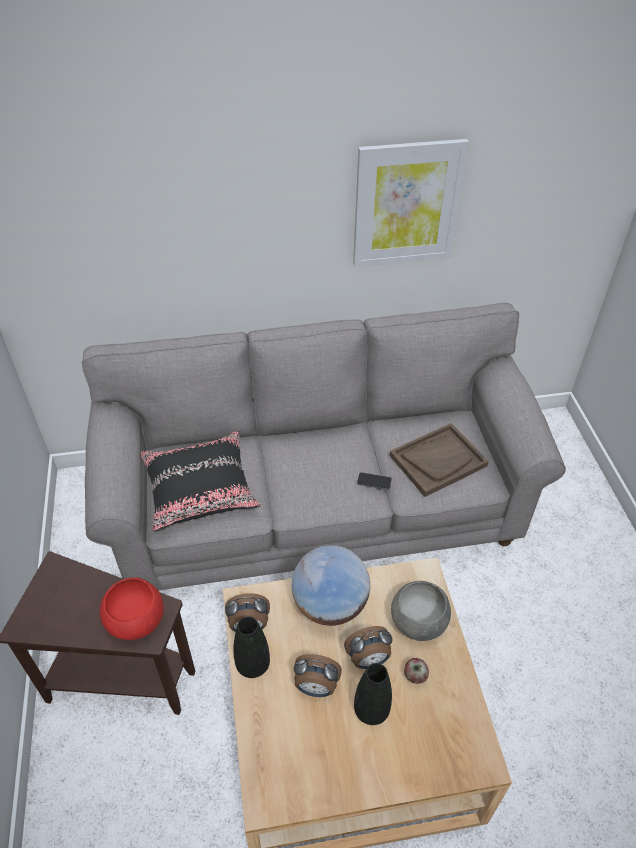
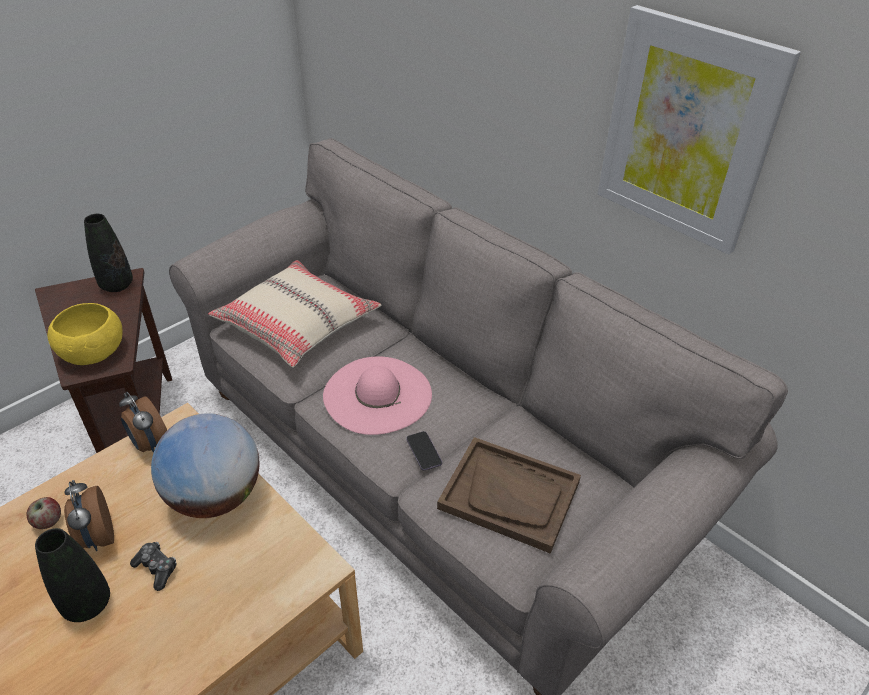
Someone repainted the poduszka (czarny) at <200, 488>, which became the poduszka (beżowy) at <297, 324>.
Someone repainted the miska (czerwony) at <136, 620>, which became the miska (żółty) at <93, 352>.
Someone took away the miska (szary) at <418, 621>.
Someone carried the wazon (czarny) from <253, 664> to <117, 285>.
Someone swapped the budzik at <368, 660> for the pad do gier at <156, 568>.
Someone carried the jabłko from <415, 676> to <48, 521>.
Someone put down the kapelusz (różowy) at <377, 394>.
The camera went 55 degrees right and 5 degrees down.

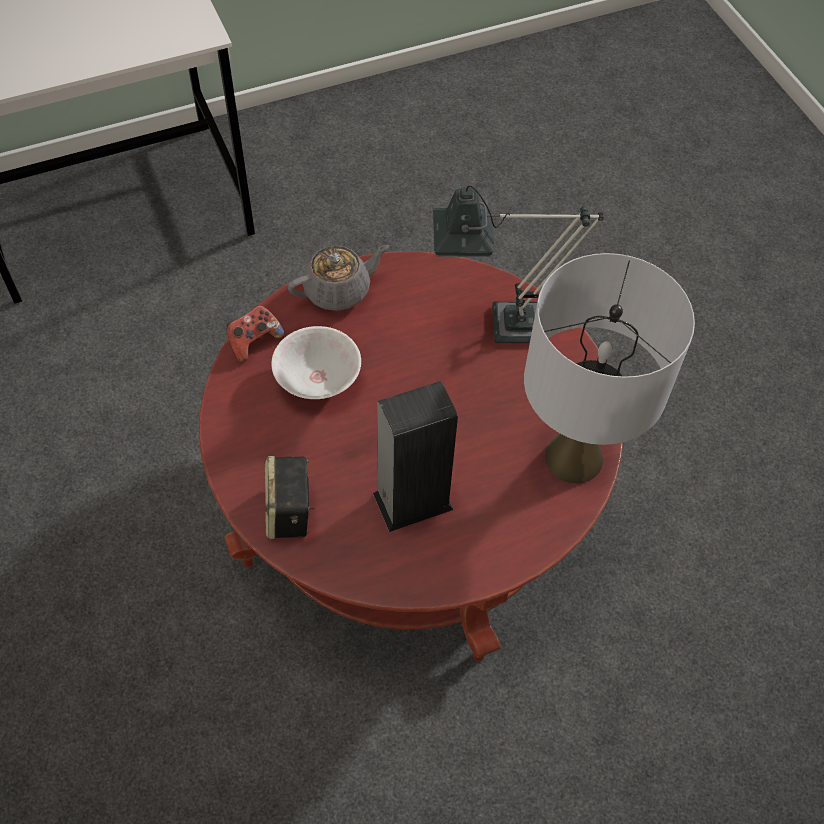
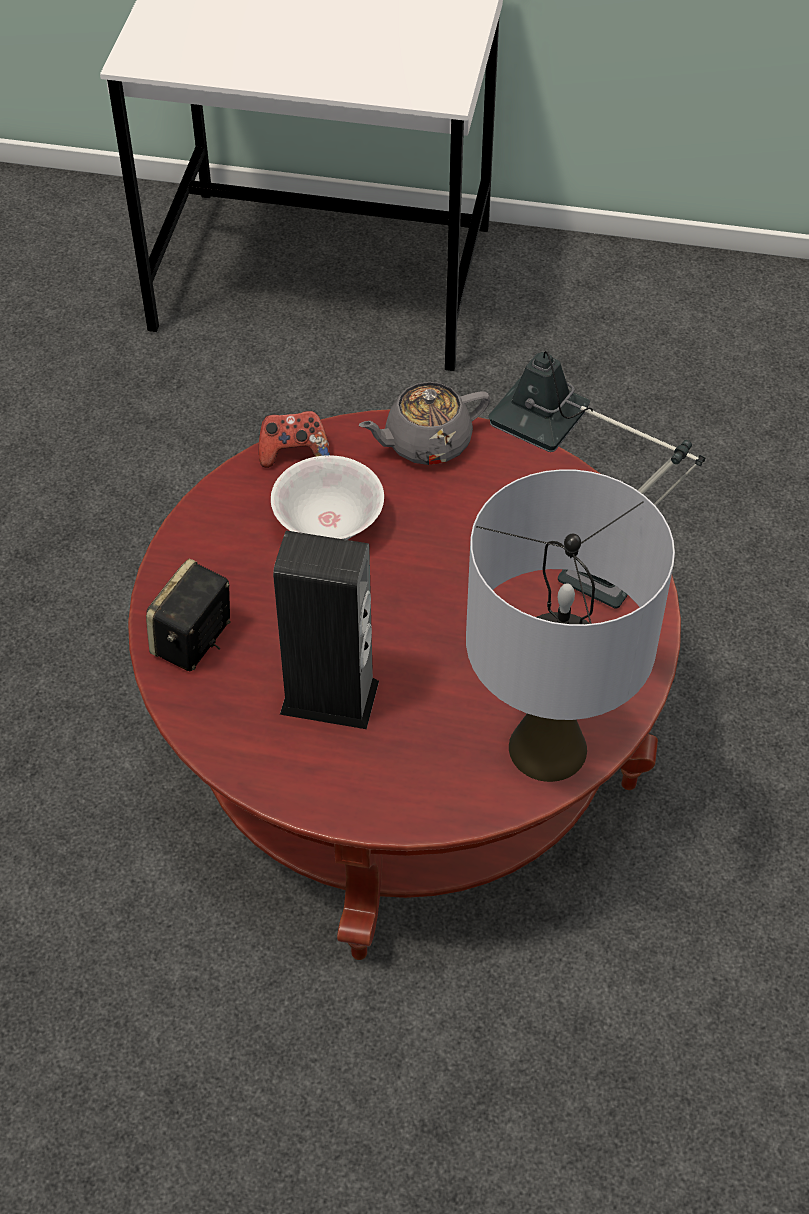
Someone rotated the imbryk (szary) at <339, 291> by 150 degrees clockwise.
The camera went 35 degrees right and 5 degrees down.

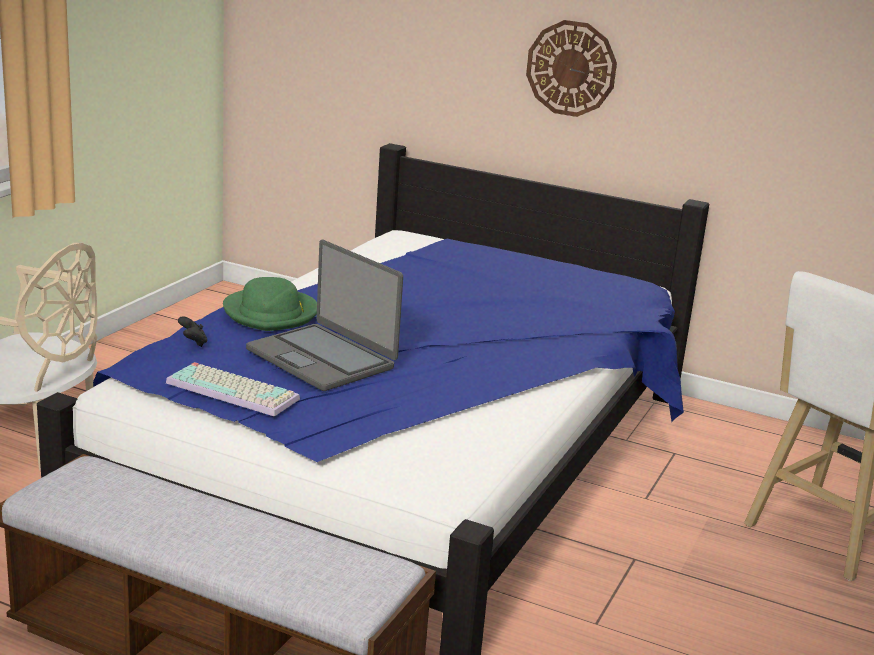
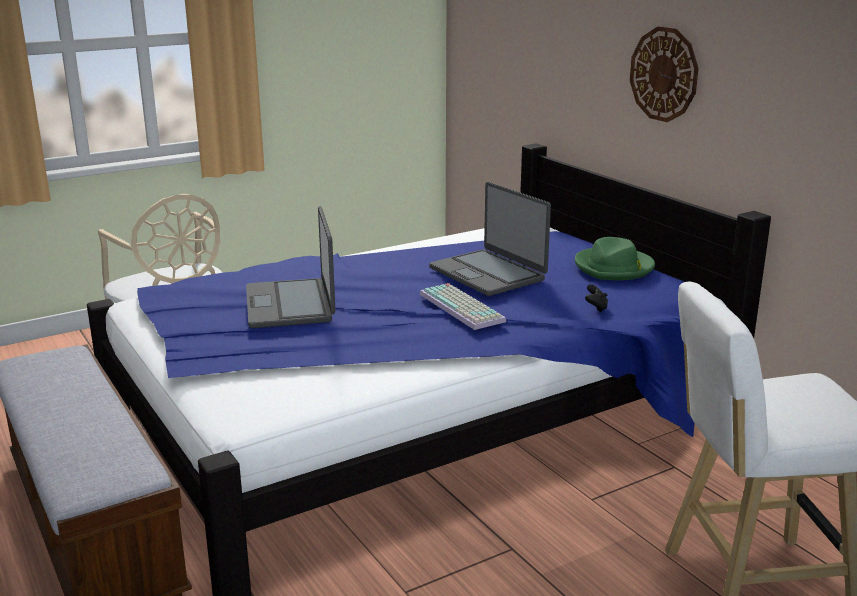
Someone carried the kapelusz (zielony) from <271, 313> to <614, 267>.
Someone carried the pad do gier (czarny) from <193, 343> to <596, 308>.
Someone carried the klawiatura from <235, 390> to <463, 307>.
Someone put down the laptop at <488, 274>.
The camera went 35 degrees right and 0 degrees up.

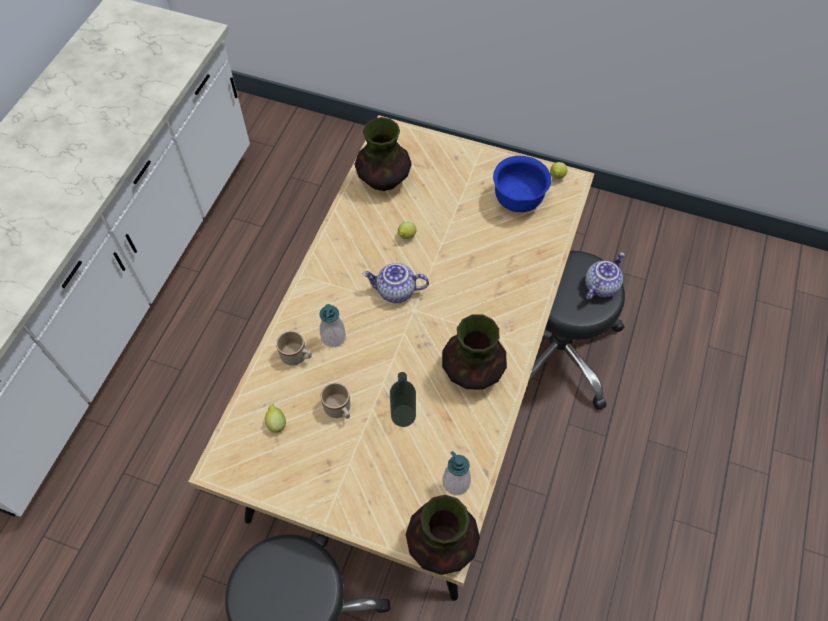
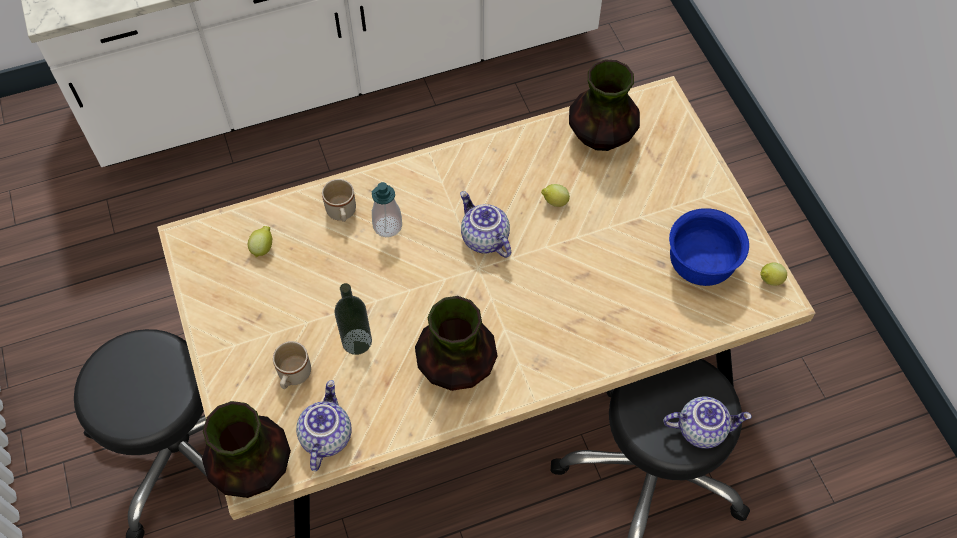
Someone carried the kubek (beżowy) from <339, 410> to <293, 376>.
Someone swapped the dozownik mydła at <456, 482> for the imbryk at <325, 436>.
The camera went 50 degrees right and 0 degrees up.

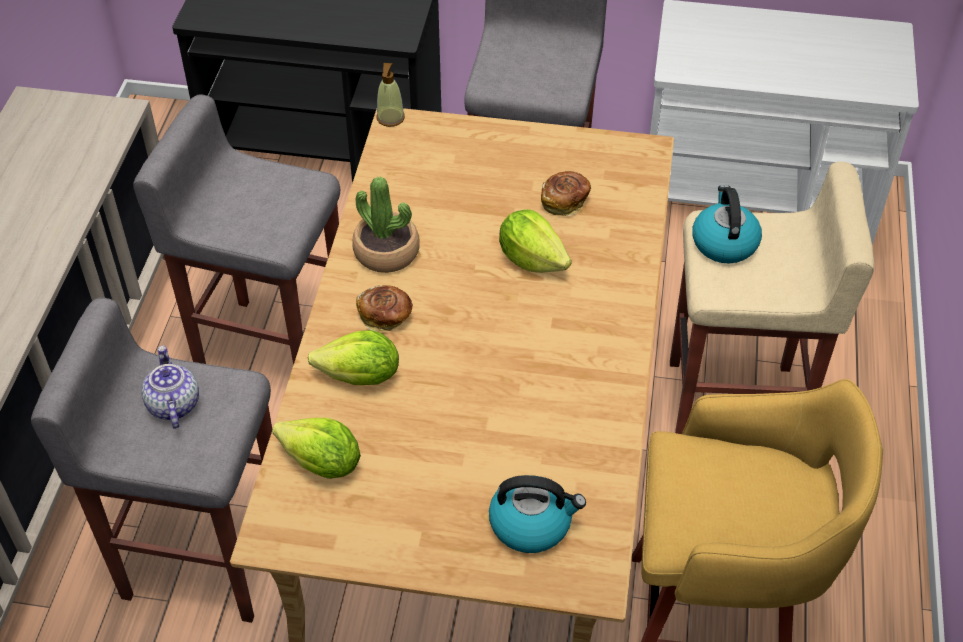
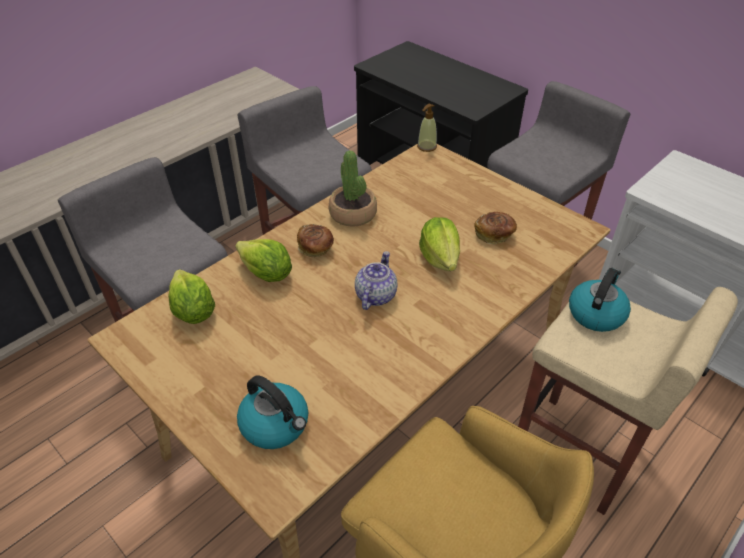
Someone carried the imbryk from <173, 404> to <375, 295>.
The camera went 35 degrees right and 5 degrees down.

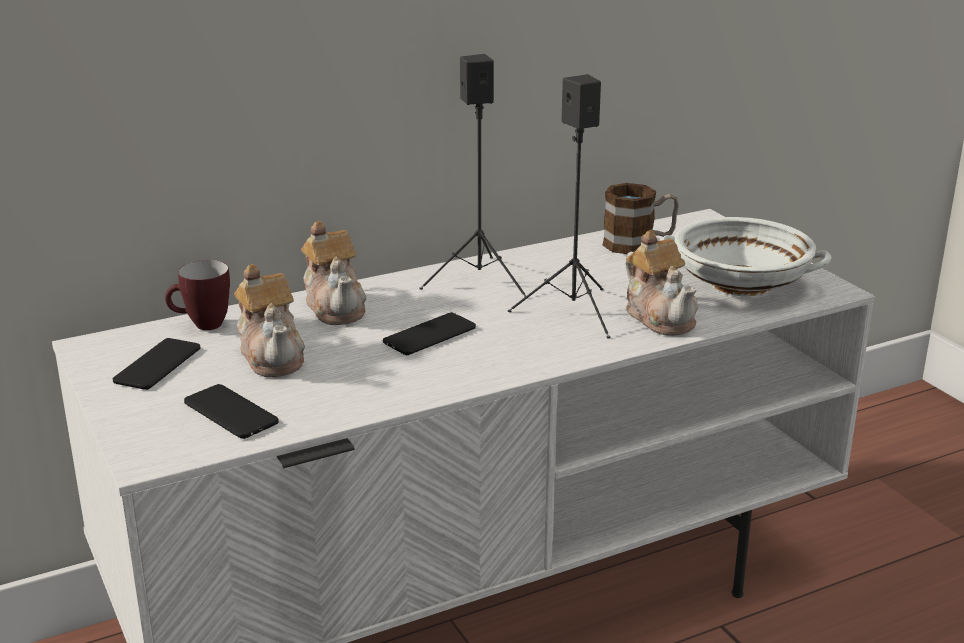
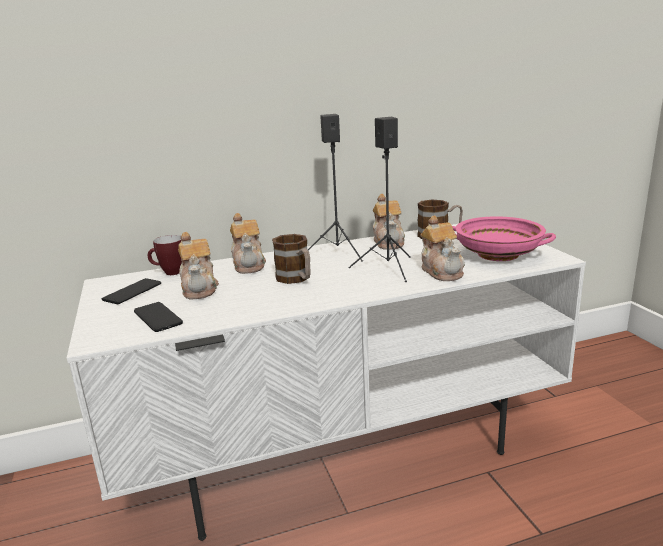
Someone repainted the miska (biały) at <739, 283>, which became the miska (różowy) at <497, 254>.
Someone swapped the telefon at <429, 335> for the kubek at <296, 279>.
Someone put down the imbryk at <389, 242>.
The camera went 10 degrees right and 5 degrees down.

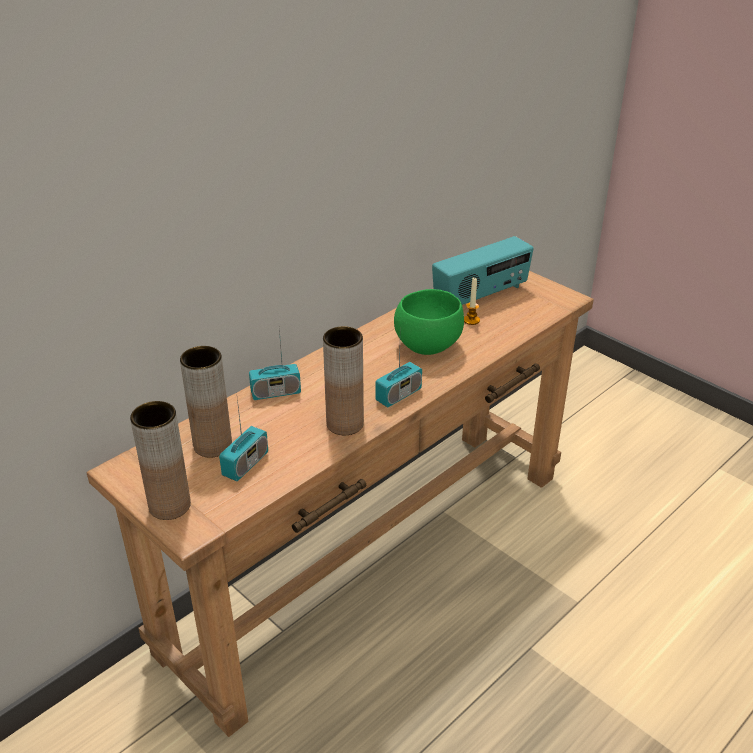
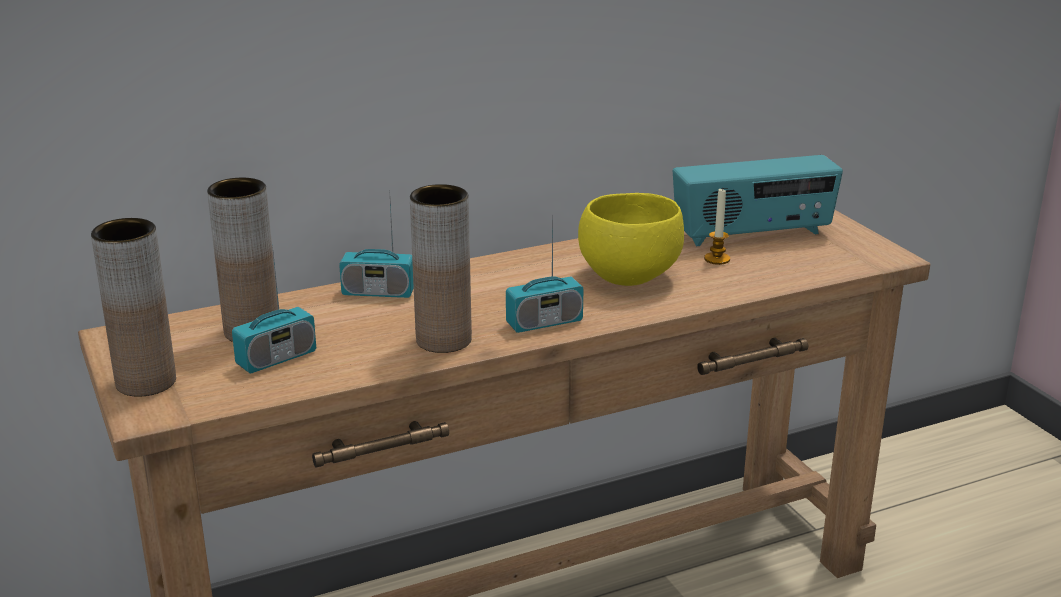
Someone repainted the miska (zielony) at <426, 346>, which became the miska (żółty) at <627, 276>.
The camera went 20 degrees right and 10 degrees down.

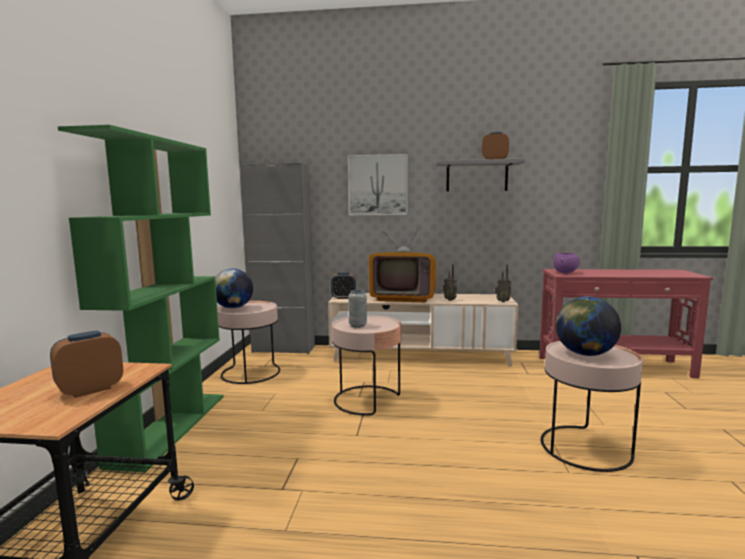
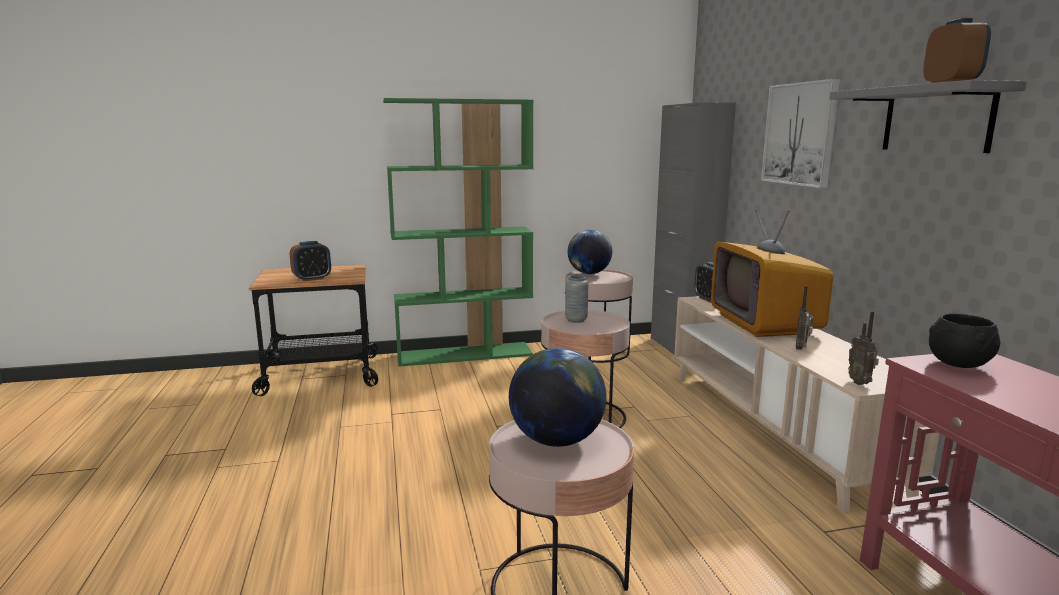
Someone repainted the miska (fioletowy) at <565, 272>, which became the miska (czarny) at <959, 365>.
Someone rotated the budzik at <90, 390> by 120 degrees clockwise.
The camera went 70 degrees right and 5 degrees up.

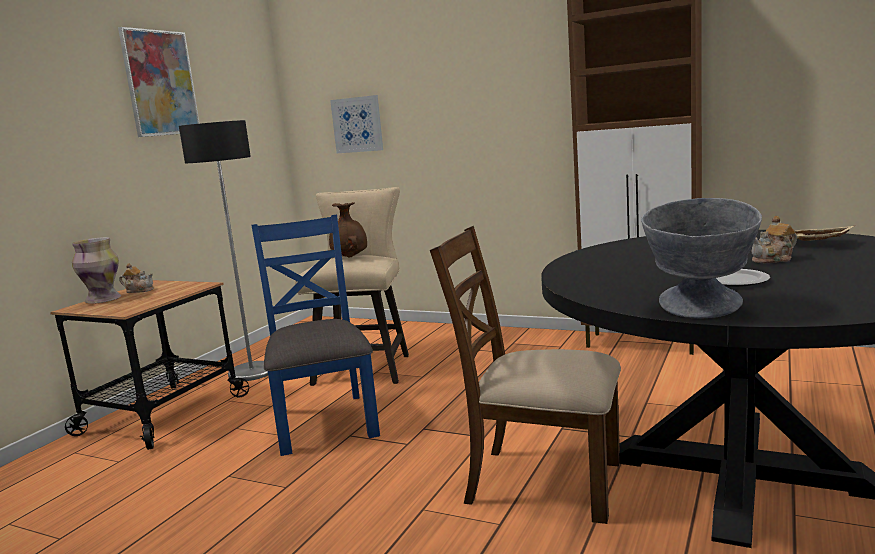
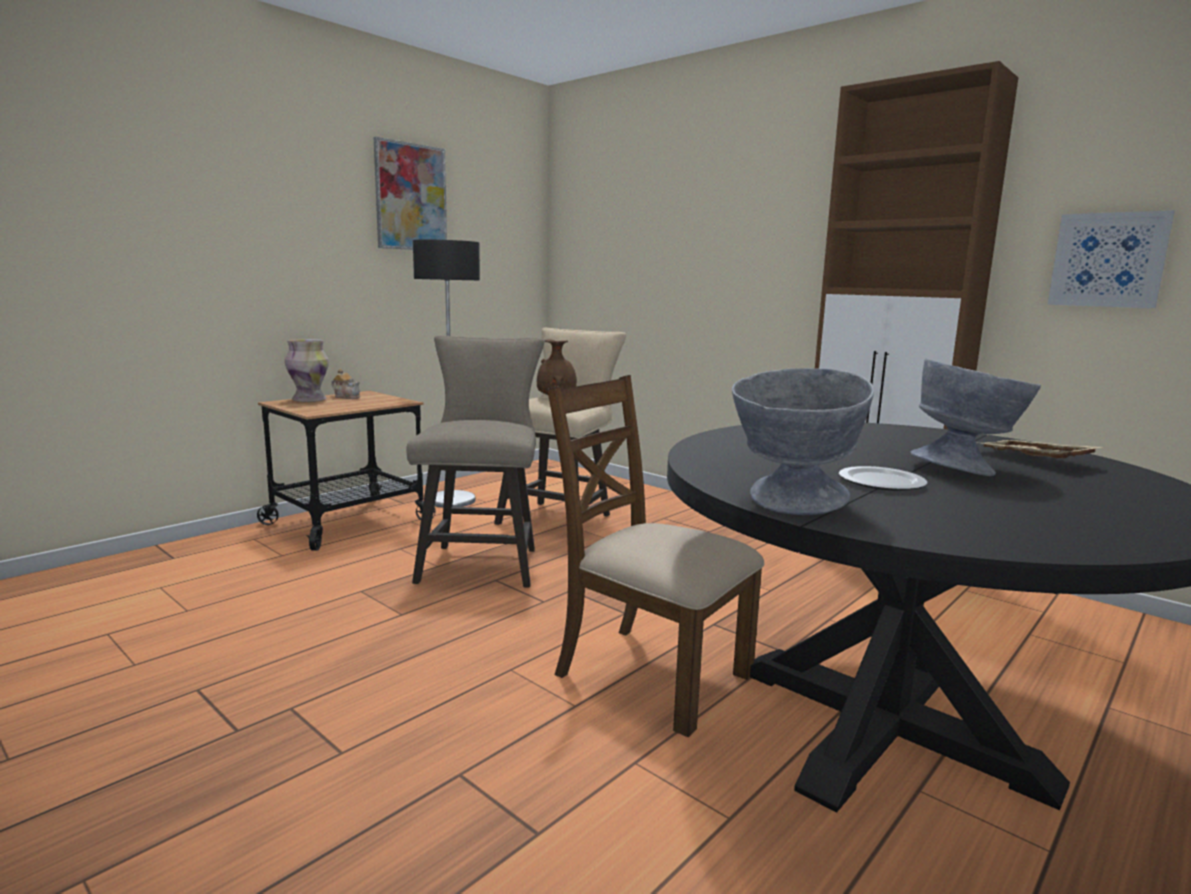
Someone carried the obraz from <357, 124> to <1108, 260>.
Someone swapped the krzesło (niebieski) at <325, 422> for the stołek (beżowy) at <482, 561>.
Someone swapped the imbryk at <774, 259> for the miska (szary) at <966, 469>.
The camera went 15 degrees right and 0 degrees up.

